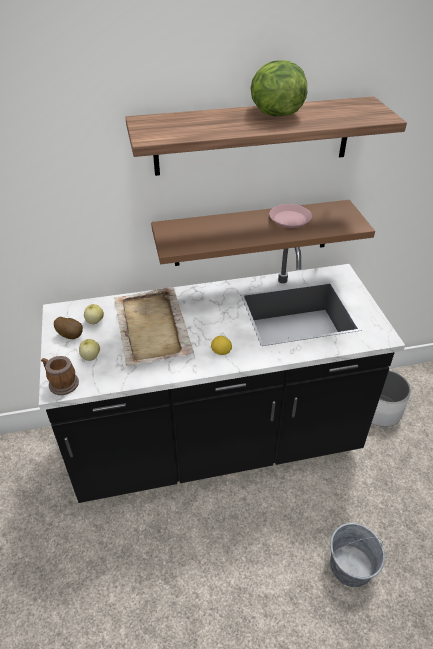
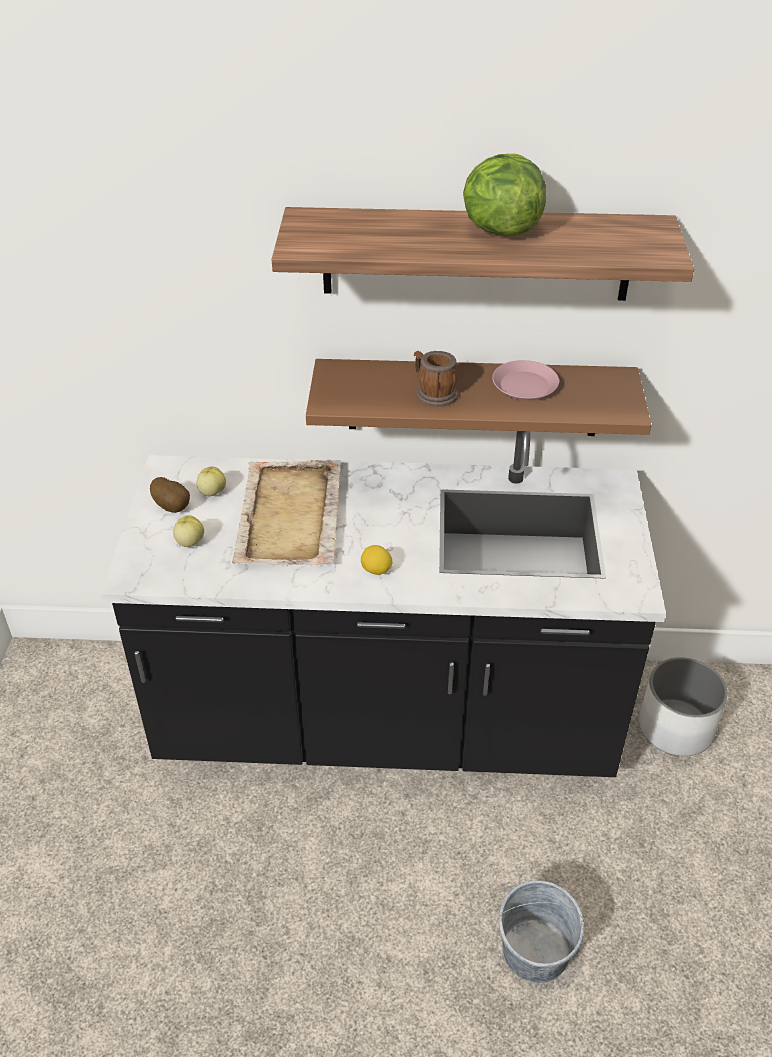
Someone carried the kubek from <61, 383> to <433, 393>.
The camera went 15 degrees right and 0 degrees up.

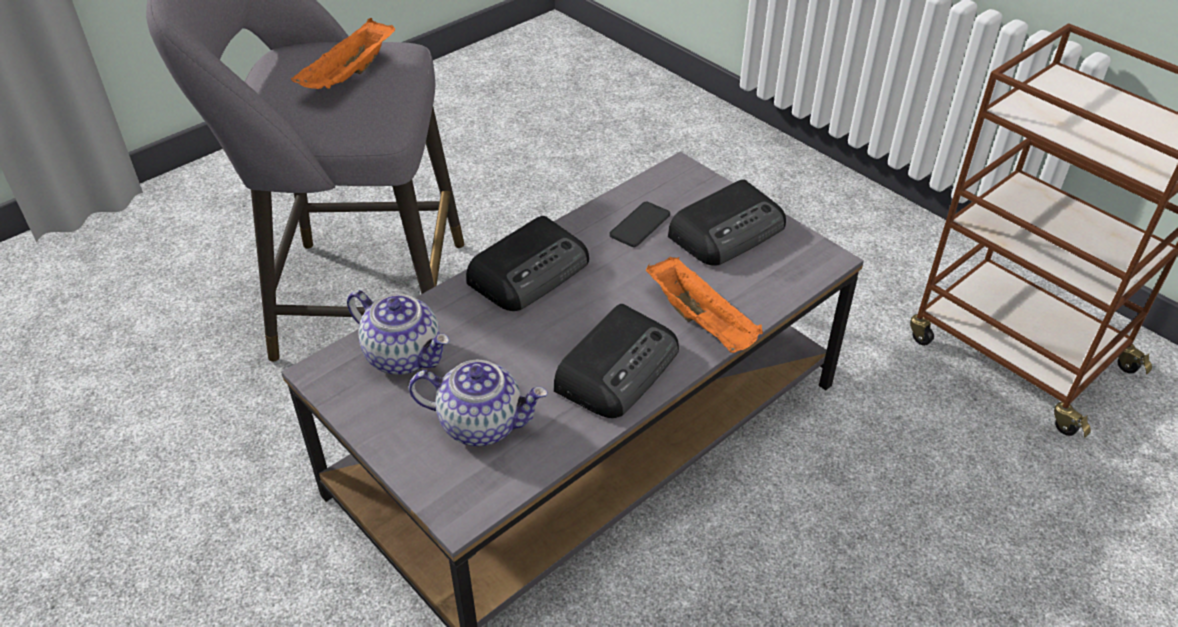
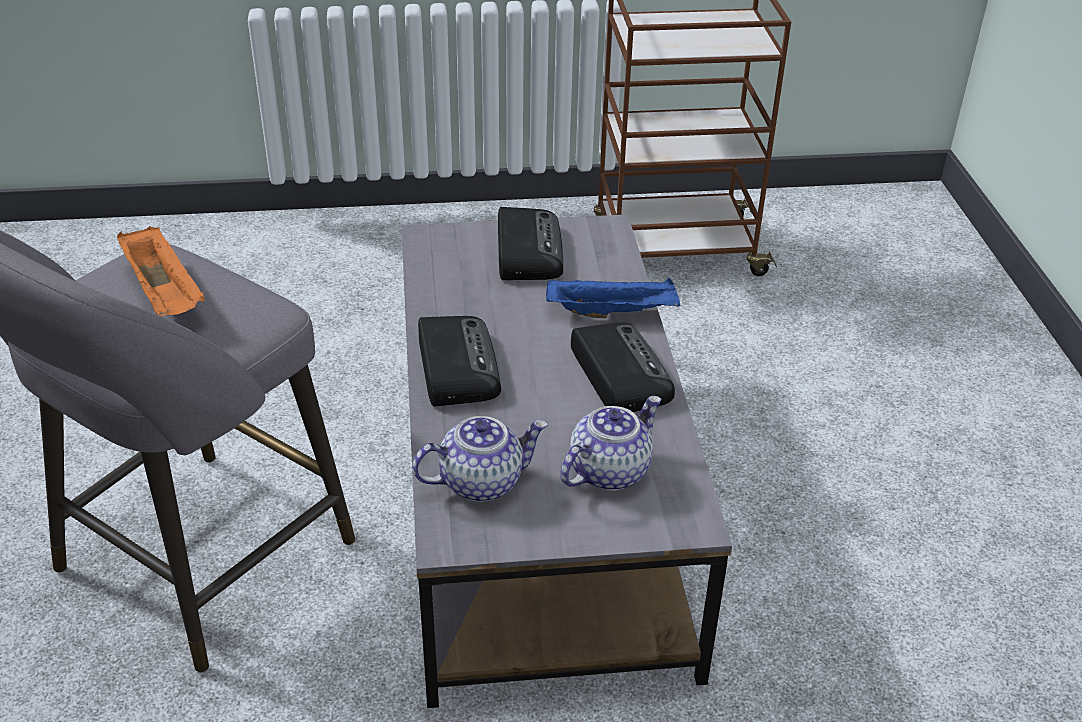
Someone took away the telefon at <640, 225>.
Someone repainted the taca (pomarańczowy) at <702, 322>, which became the taca (niebieski) at <613, 312>.
The camera went 55 degrees left and 5 degrees down.

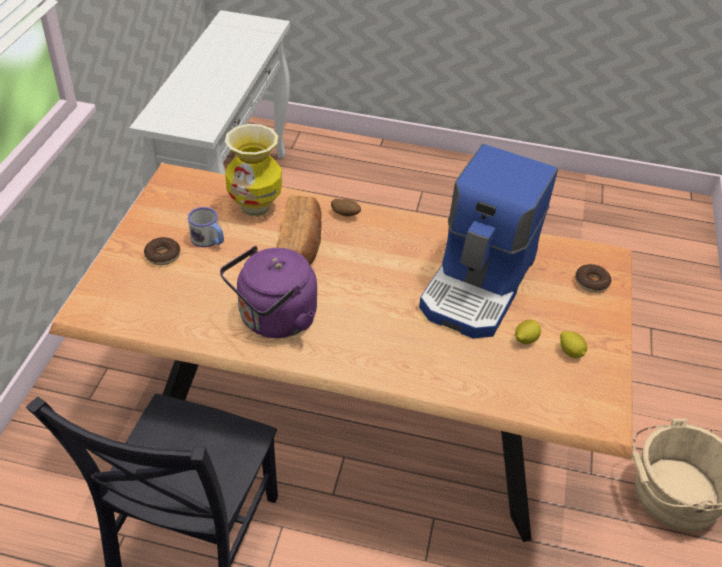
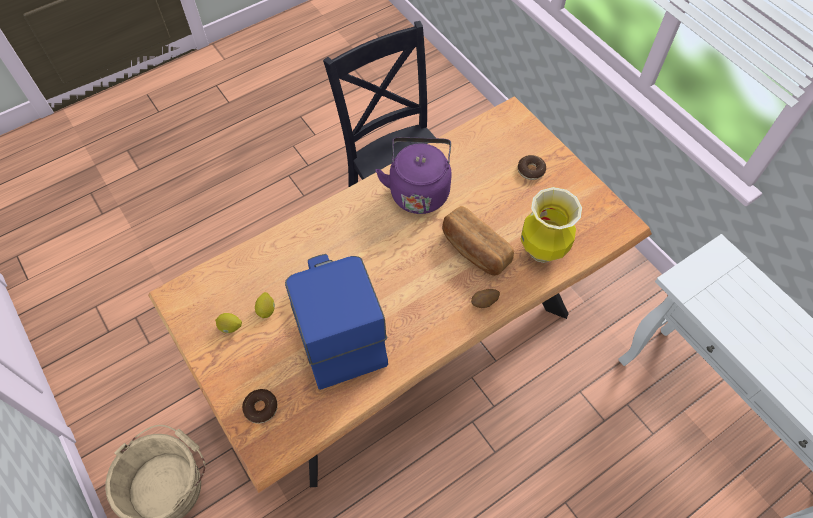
Someone took away the kubek at <209, 240>.
The camera went 135 degrees right and 15 degrees up.

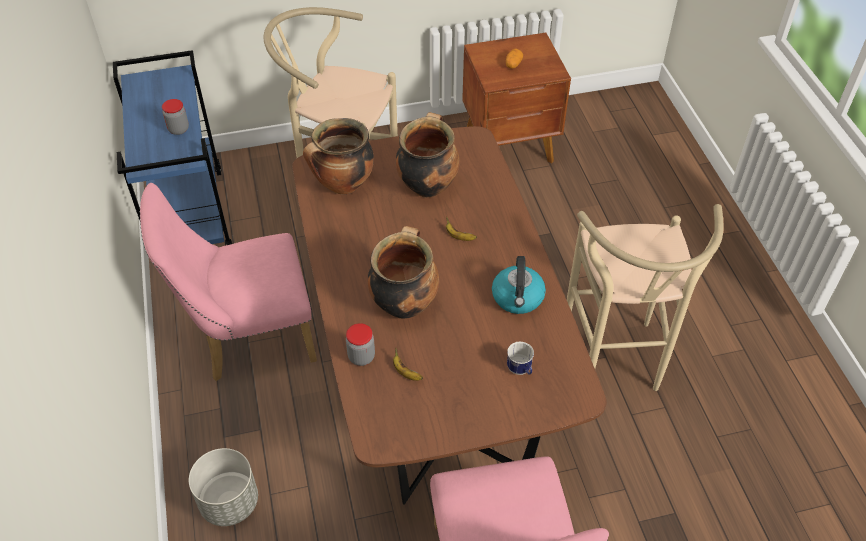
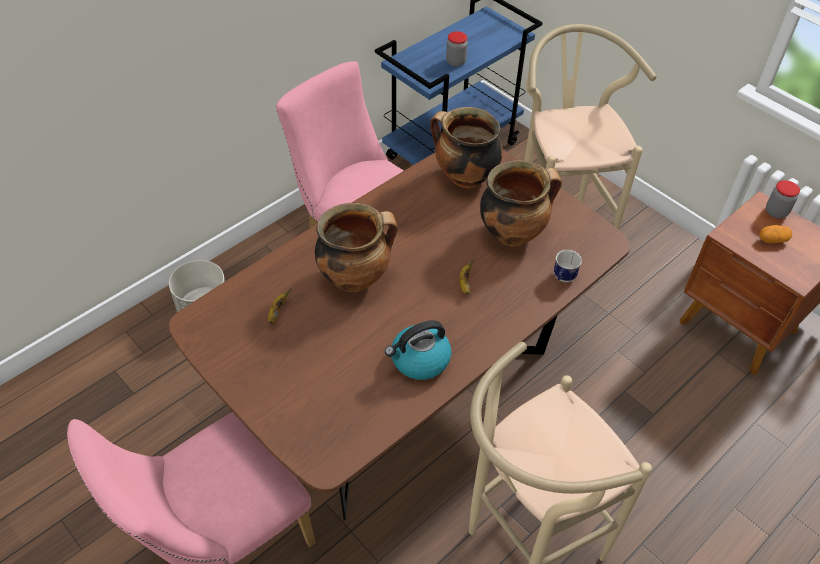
Someone carried the słoik from <361, 357> to <776, 212>.
Someone carried the kubek from <520, 370> to <563, 278>.
The camera went 60 degrees right and 0 degrees up.

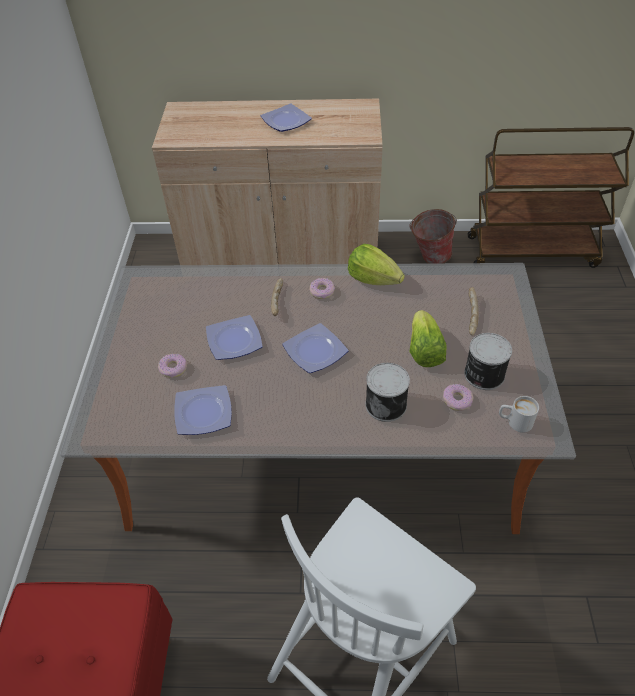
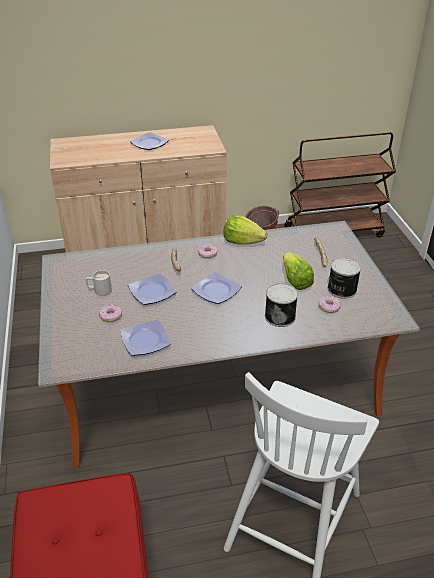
Someone carried the kubek (biały) from <514, 422> to <99, 290>.
The camera went 15 degrees left and 10 degrees down.

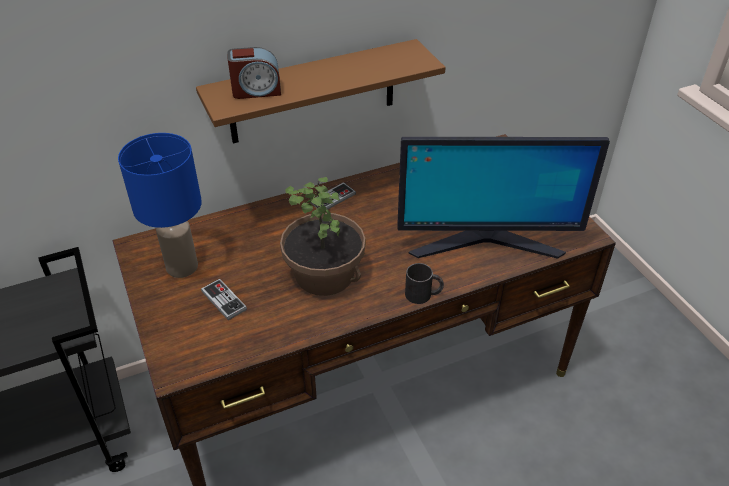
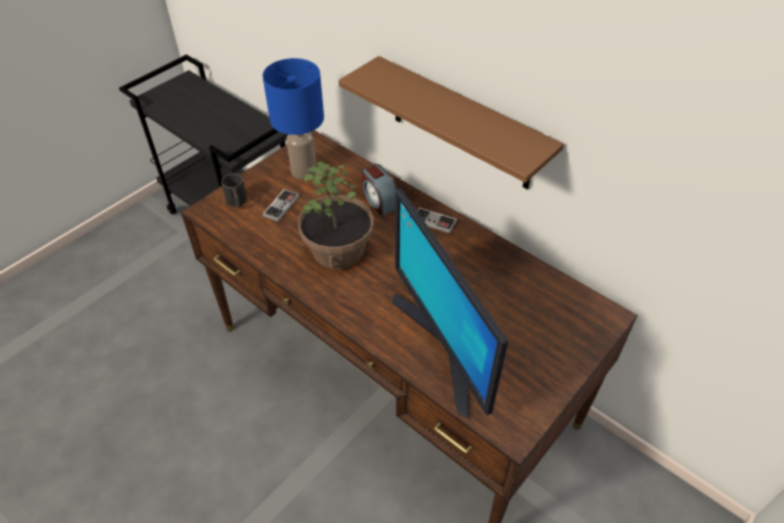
Someone carried the budzik from <256, 91> to <379, 201>.
Someone carried the kubek (czarny) from <423, 294> to <237, 202>.
The camera went 65 degrees right and 5 degrees up.

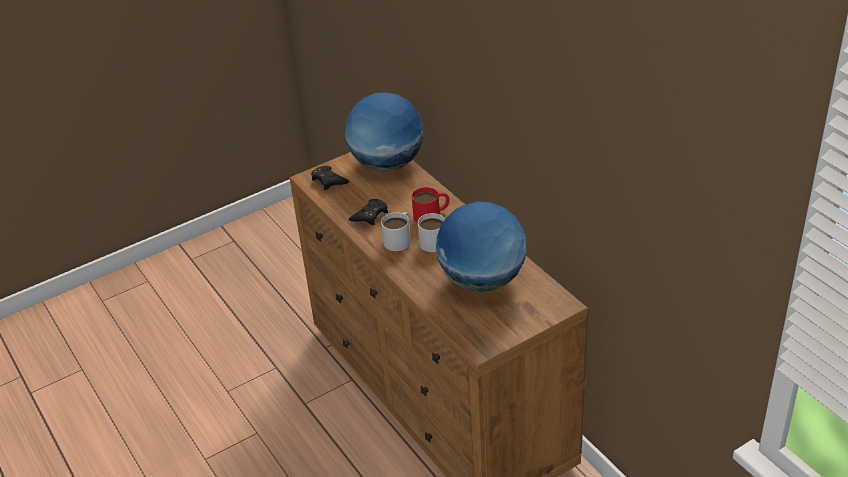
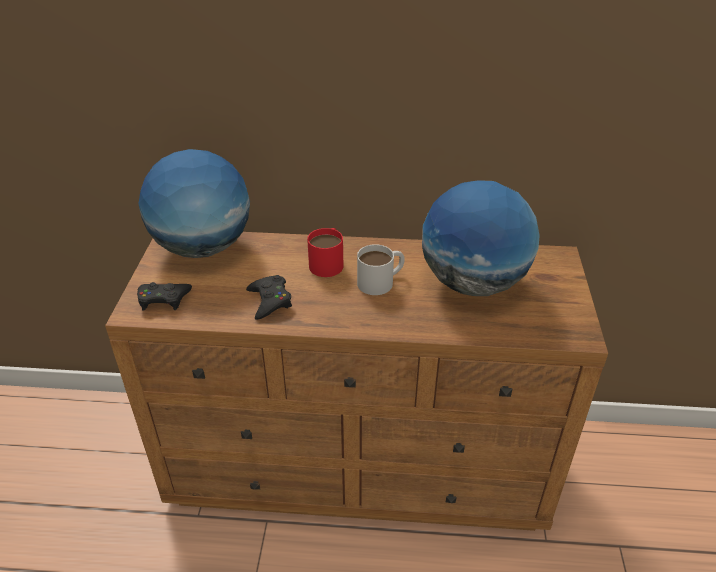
Someone took away the kubek (biały) at <400, 238>.
The camera went 55 degrees left and 0 degrees up.

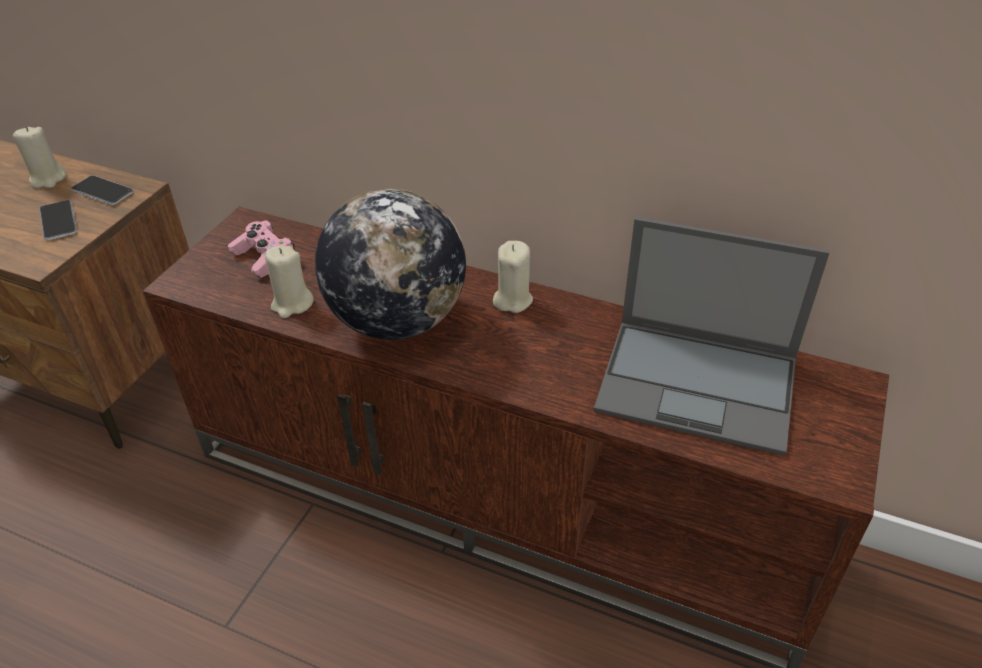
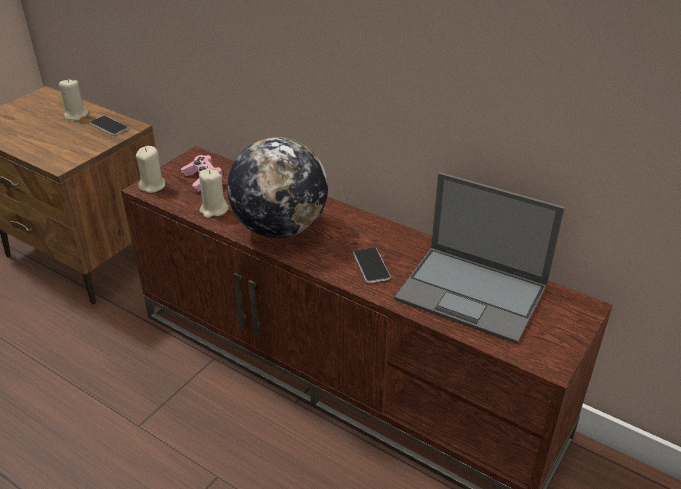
Someone carried the telefon from <58, 221> to <371, 266>.
Someone carried the świeca (beżowy) from <512, 300> to <152, 186>.
The camera went 10 degrees right and 5 degrees down.

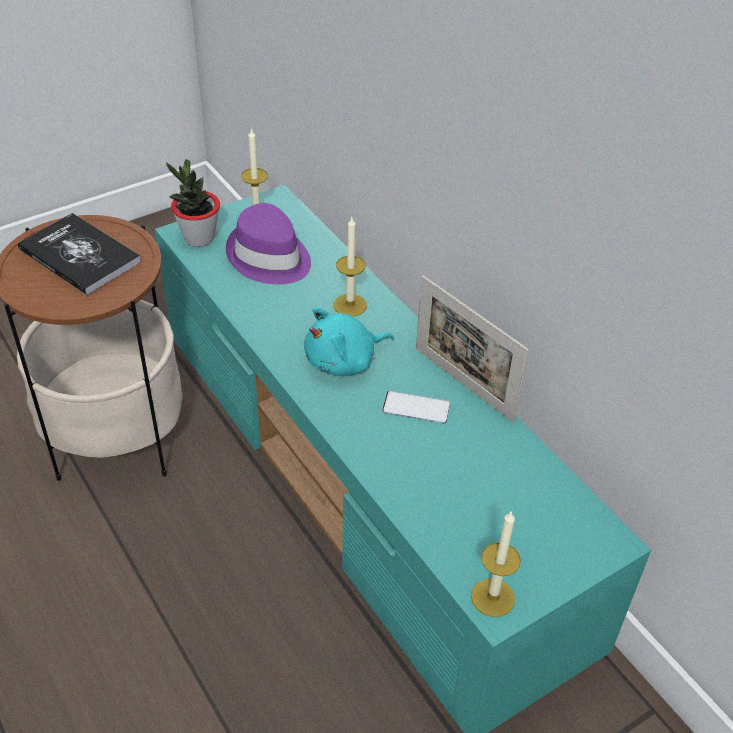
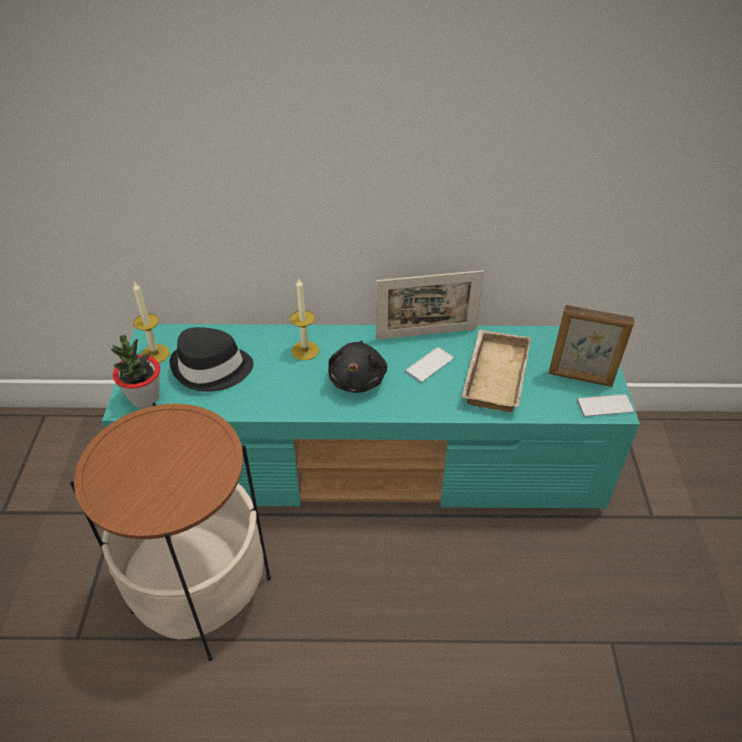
Someone repainted the kapelusz (fioletowy) at <269, 258>, which became the kapelusz (czarny) at <212, 369>.
Someone took away the książka at <79, 255>.
Someone repainted the pluszak (turkusowy) at <344, 361>, which became the pluszak (czarny) at <358, 379>.
Someone swapped the świeca at <493, 597> for the telefon at <604, 406>.
Someone put down the ramka na zdjęcie at <580, 378>.
Someone put down the taca (beżowy) at <493, 374>.
The camera went 55 degrees left and 0 degrees up.

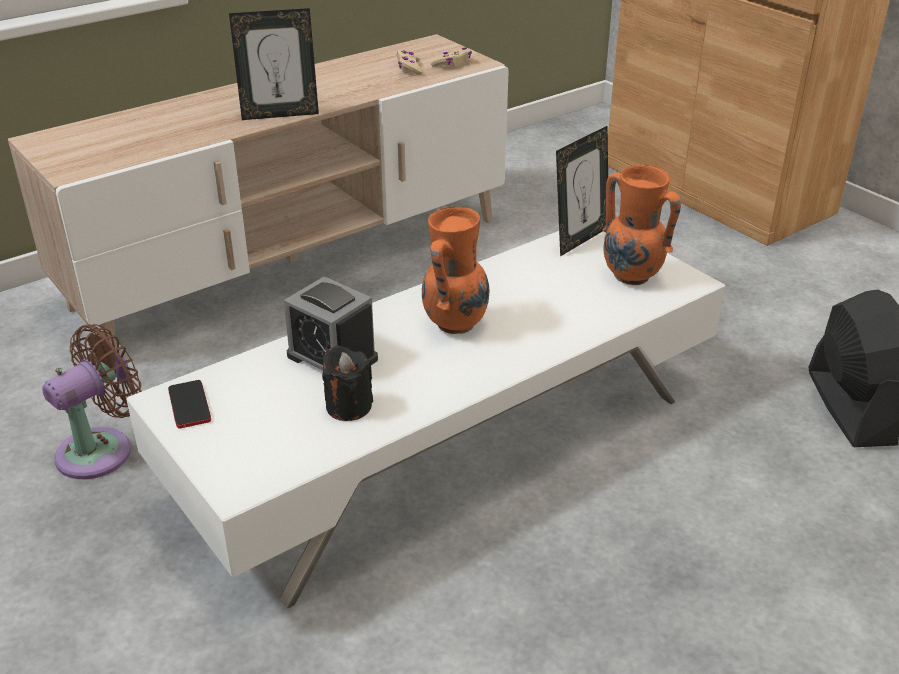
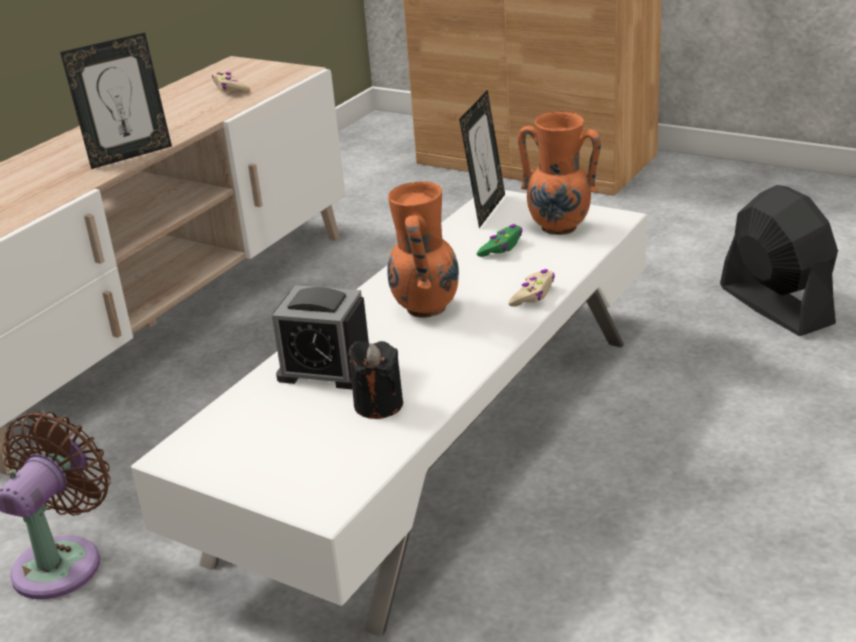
Someone carried the pad do gier (beżowy) from <453, 63> to <533, 295>.
Someone took away the telefon at <189, 405>.
Someone put down the pad do gier (zielony) at <501, 247>.
The camera went 20 degrees left and 5 degrees down.

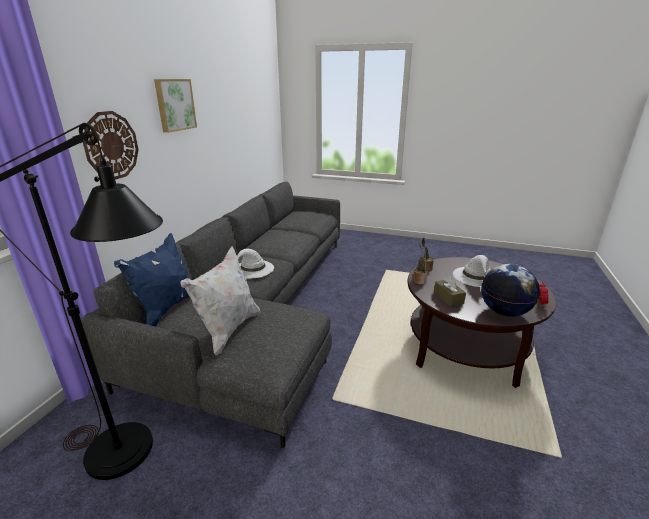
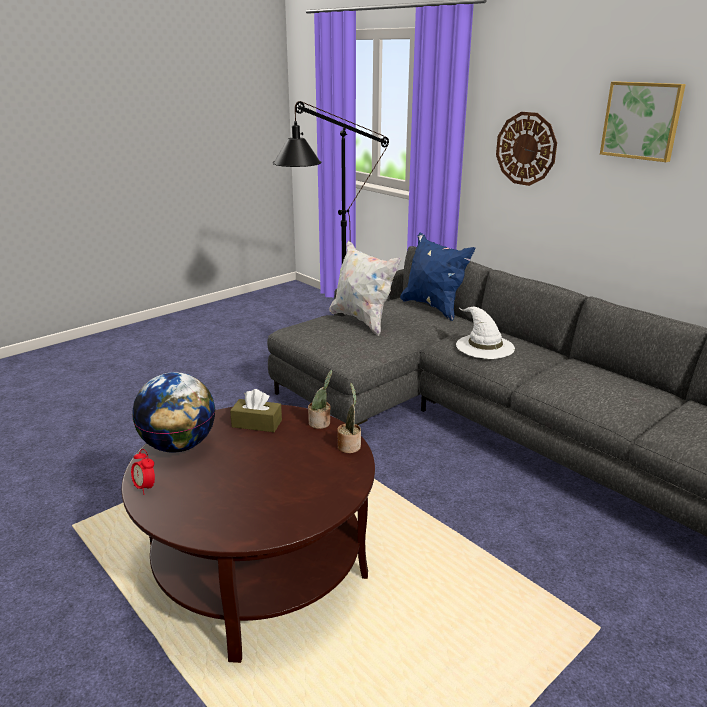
Someone took away the kapelusz (biały) at <476, 277>.
The camera went 120 degrees right and 0 degrees up.

